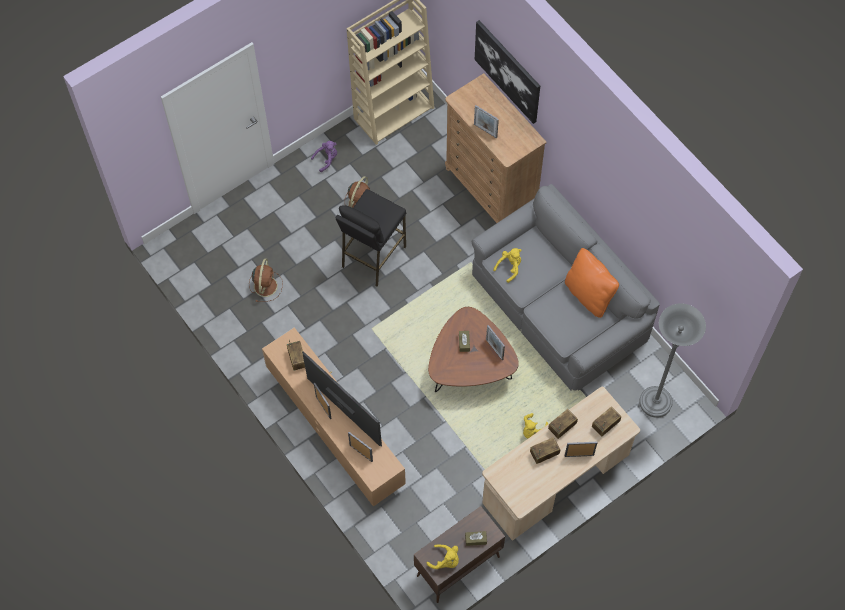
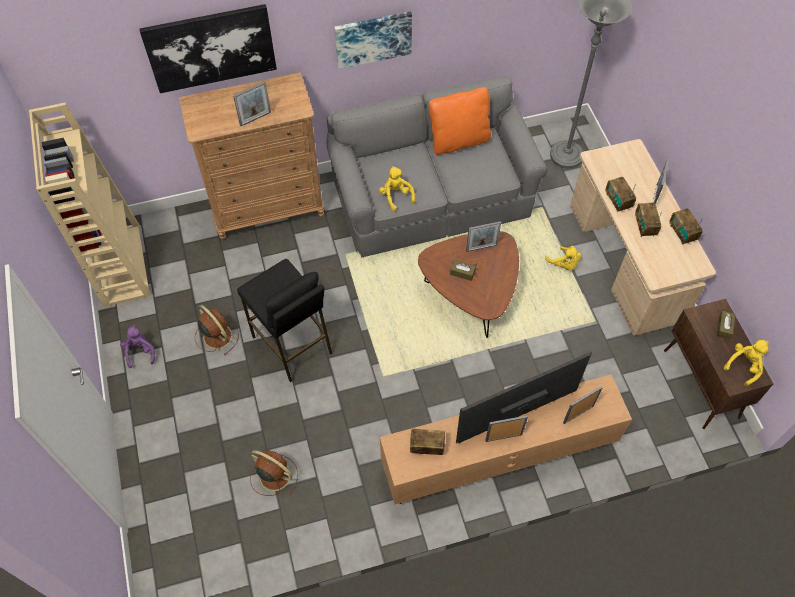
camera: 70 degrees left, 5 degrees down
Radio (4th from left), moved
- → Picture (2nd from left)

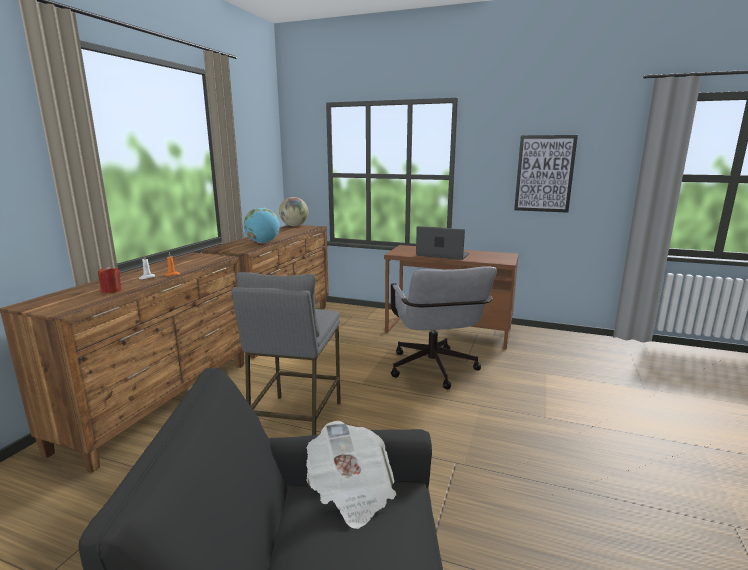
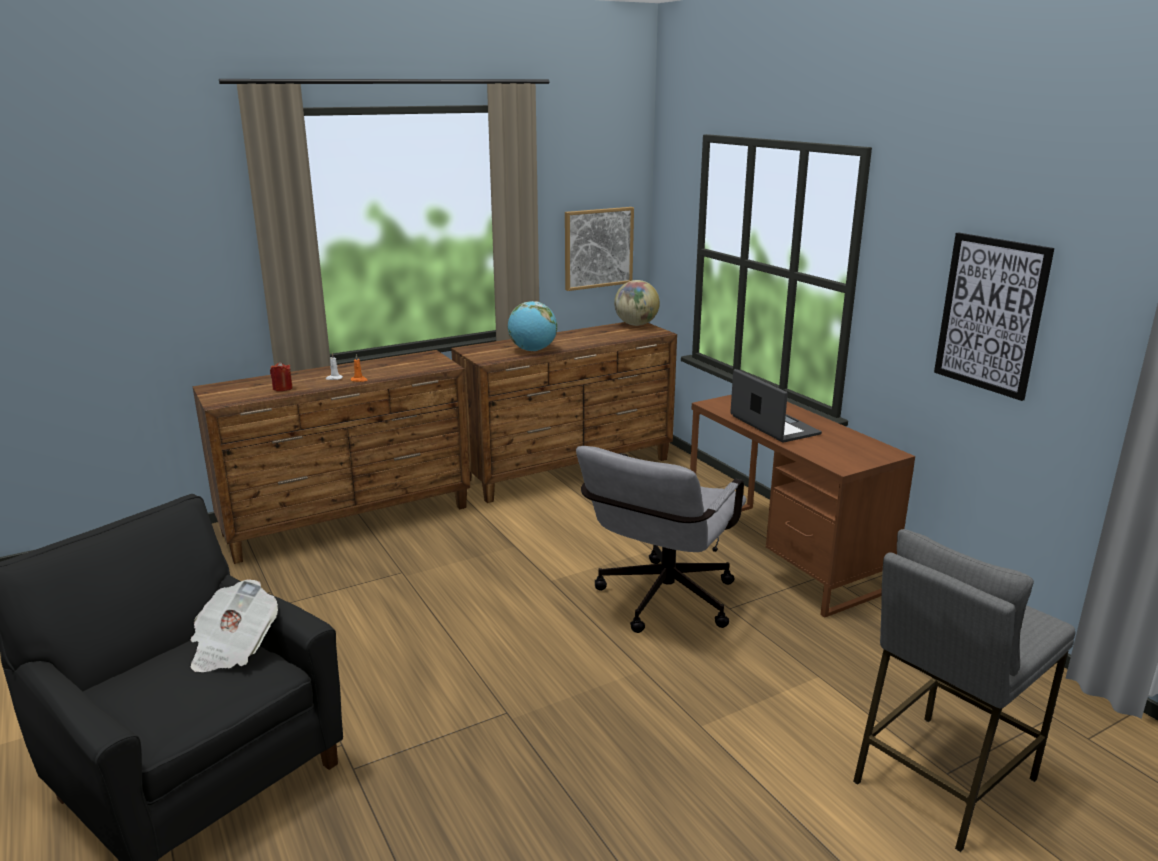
camera: 40 degrees right, 5 degrees up
GreyStool, moved
- → Picture (1st from left)

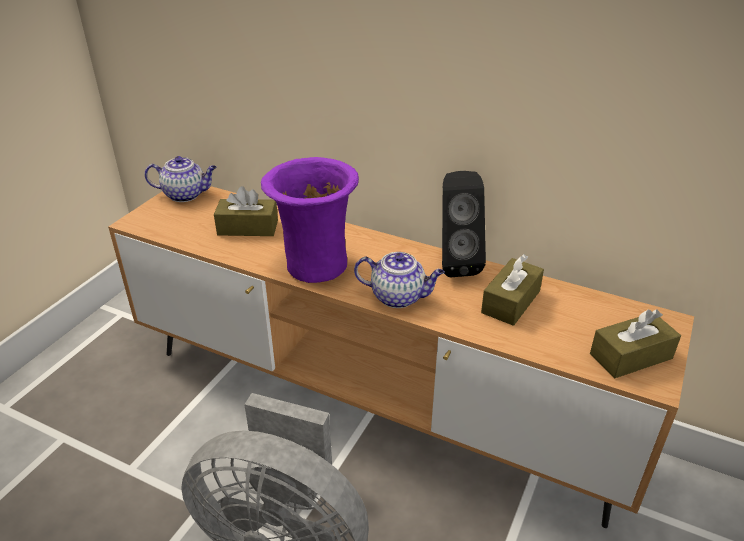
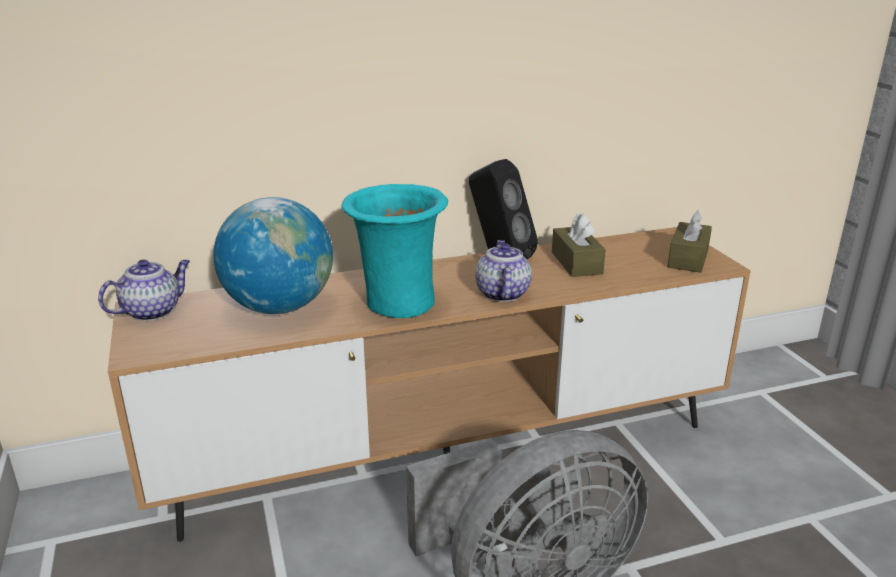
camera: 45 degrees left, 10 degrees down
PurpleVase → TurquoiseVase
BrownTissueBox (1st from left) → Globe
Teapot (2nd from left), 60 degrees counterclockwise

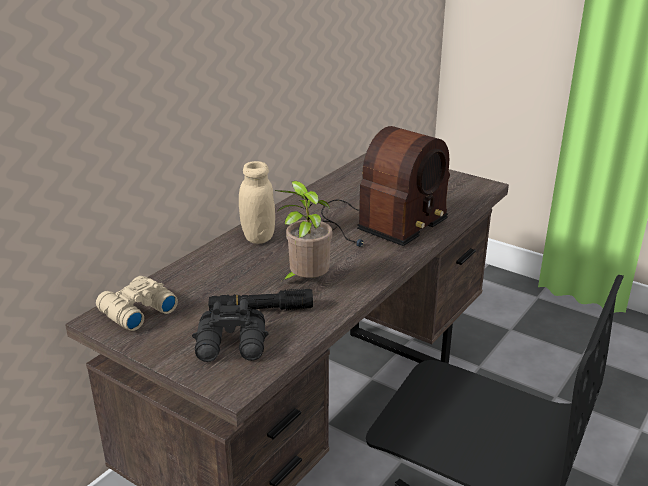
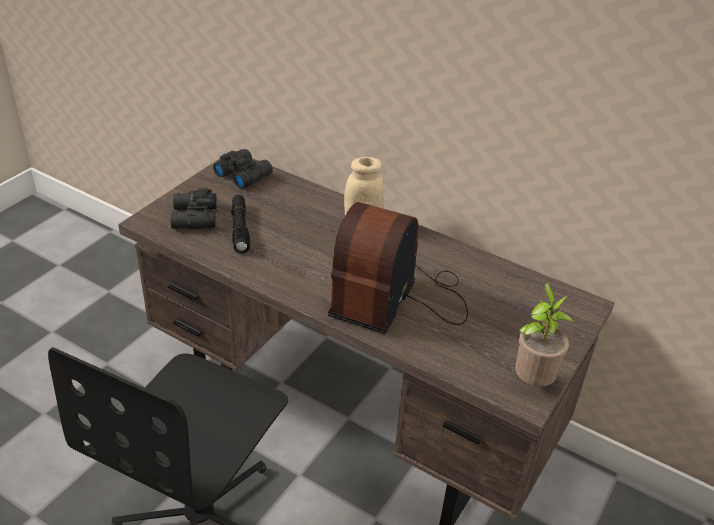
camera: 85 degrees right, 10 degrees up
Radio, 75 degrees clockwise
PottedPlant, moved
BeigeBinoculars → BlackBinoculars (2nd from left)

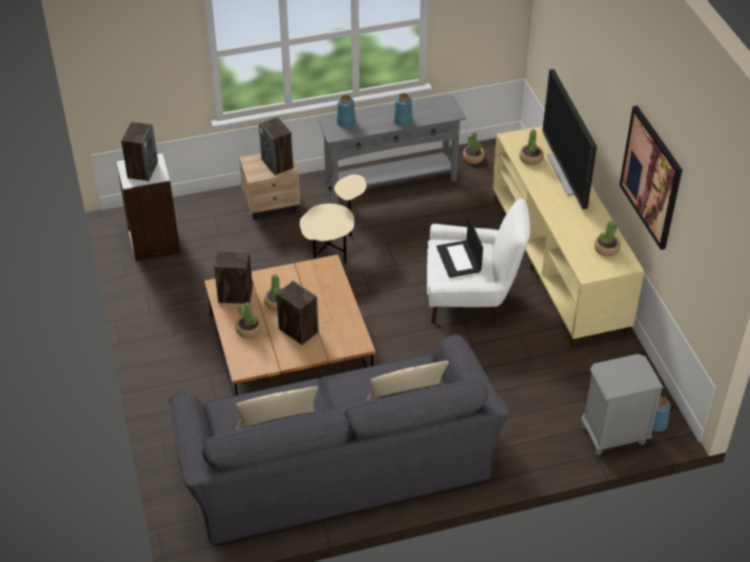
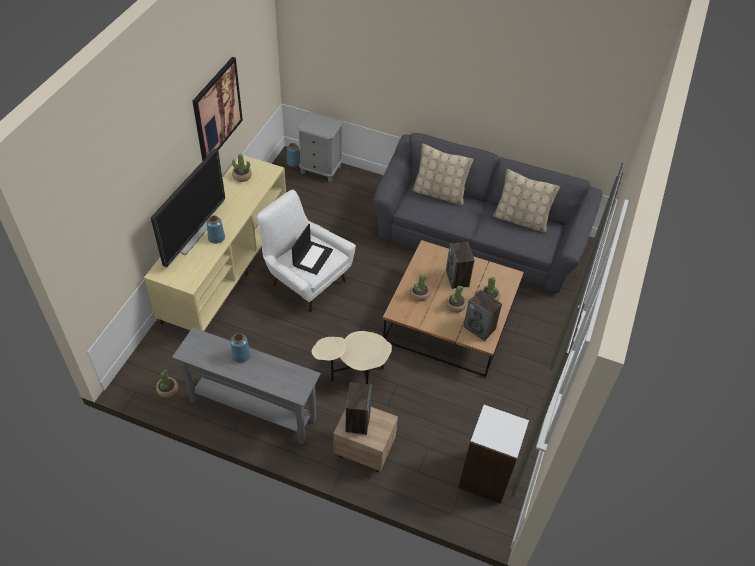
camera: 145 degrees left, 5 degrees up
BlueVase (1st from left), moved
Speaker (1st from left) → -
PottedPlant (4th from left in the first image) → PottedPlant (3rd from left), moved

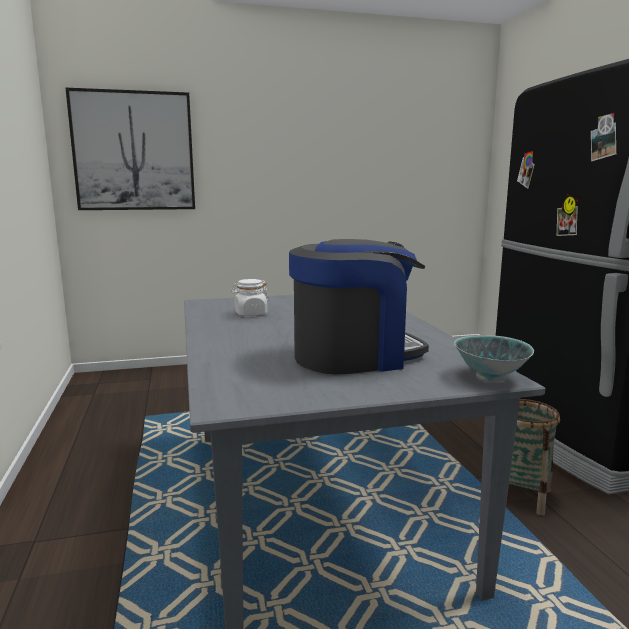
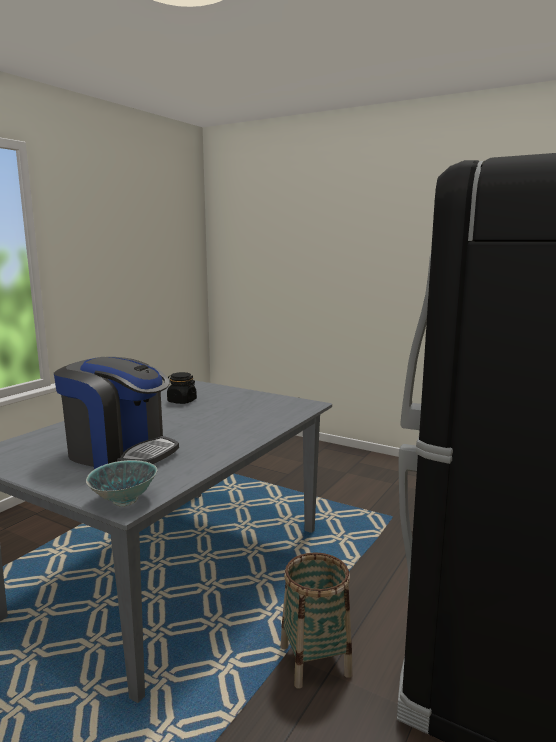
camera: 45 degrees right, 0 degrees up
Picture → -
WhiteJar → BlackJar

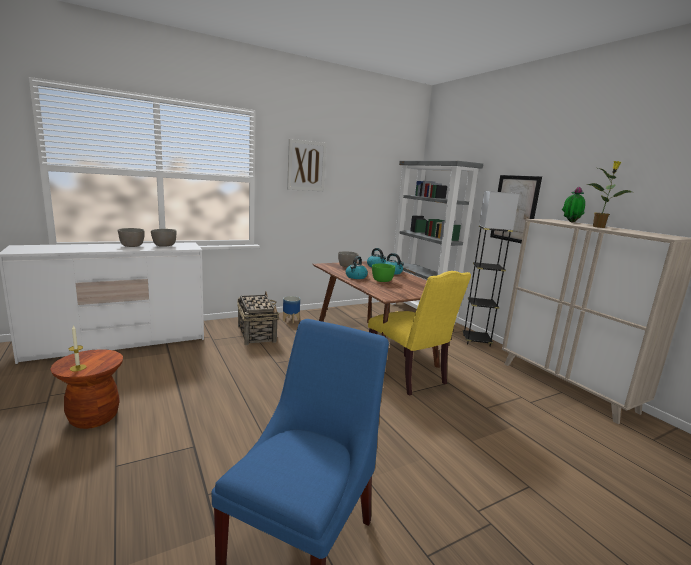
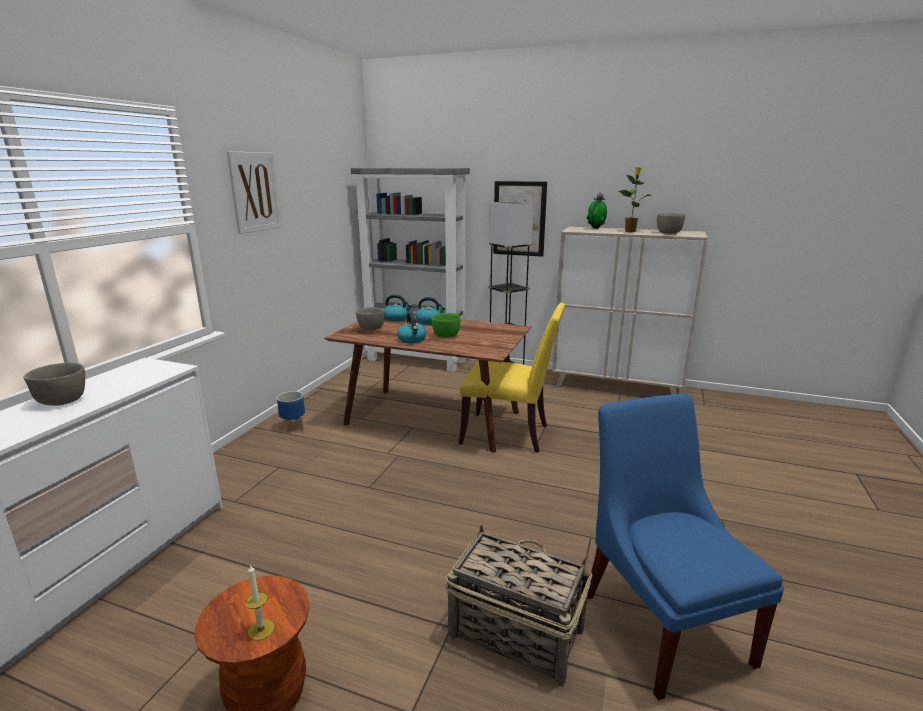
camera: 40 degrees left, 5 degrees up
GreyBowl (2nd from left in the first image) → GreyBowl (3rd from left), moved
Basket, moved

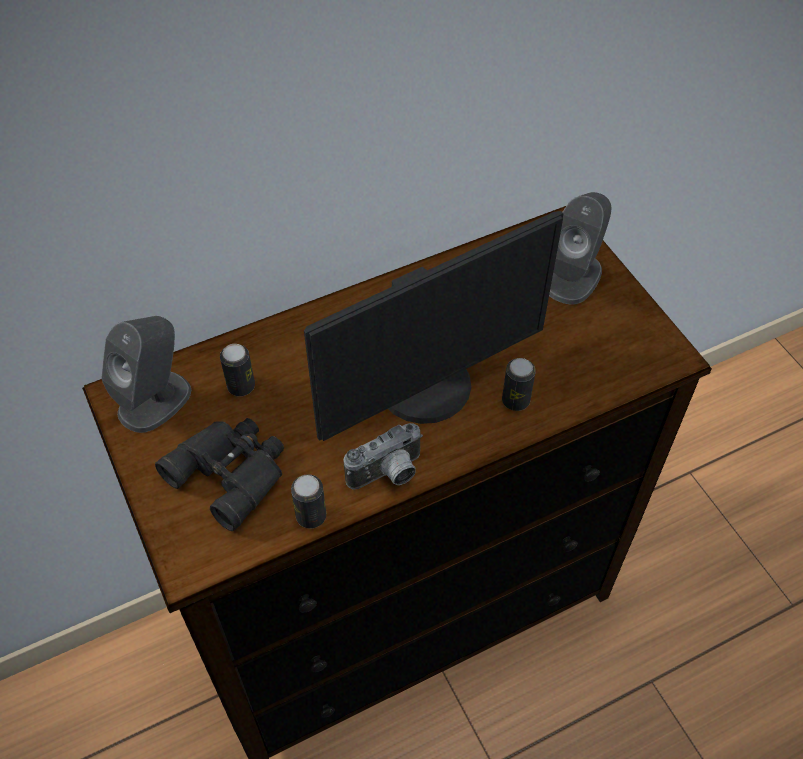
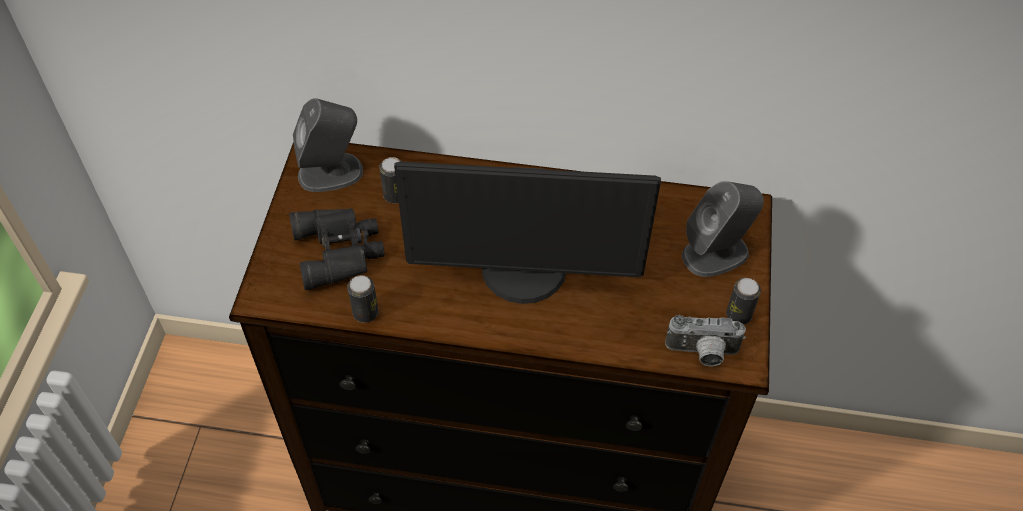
camera: 35 degrees right, 0 degrees up
Can (3rd from left), moved
PhotoCamera, moved

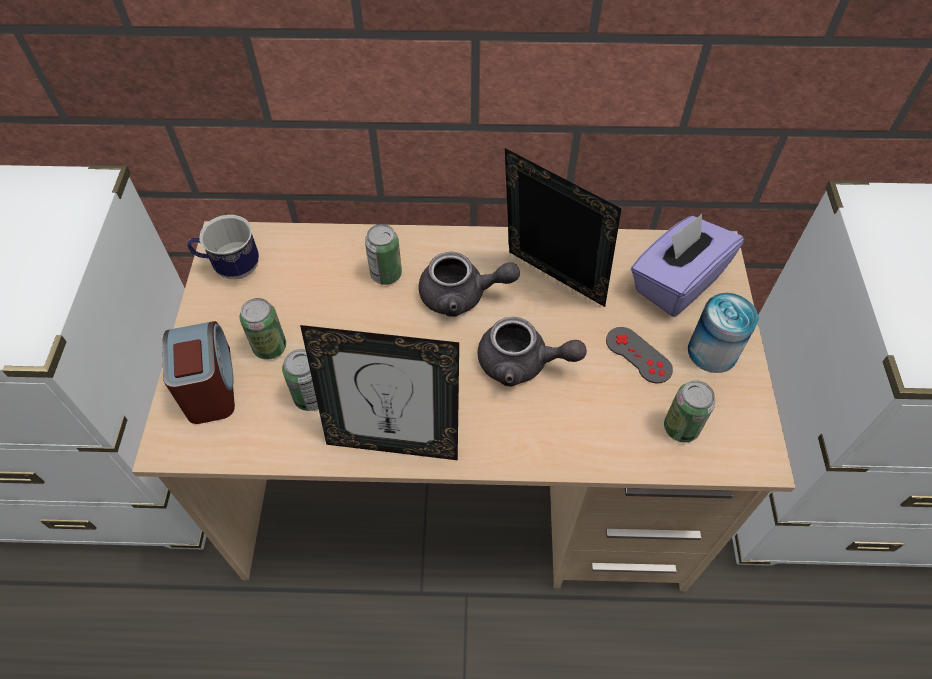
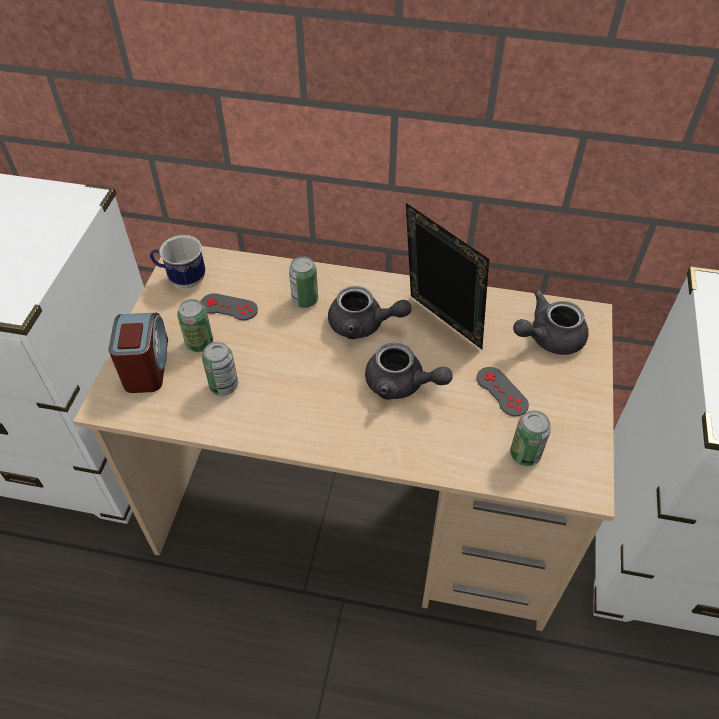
camera: 10 degrees right, 5 degrees down
PurpleTissueBox → GreyTeapot (3rd from left)
Can (5th from left) → -
PictureFrame (1st from left) → -
- → GreyGameController (1st from left)

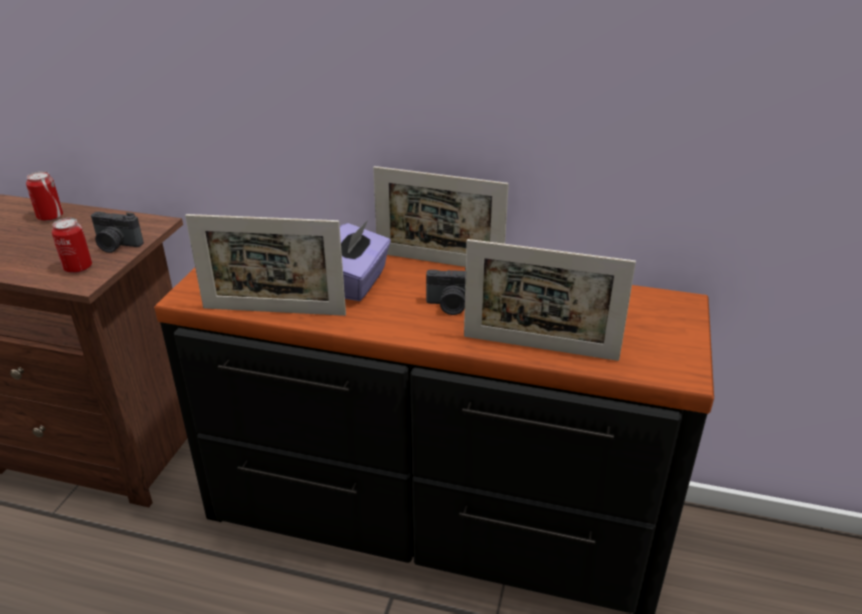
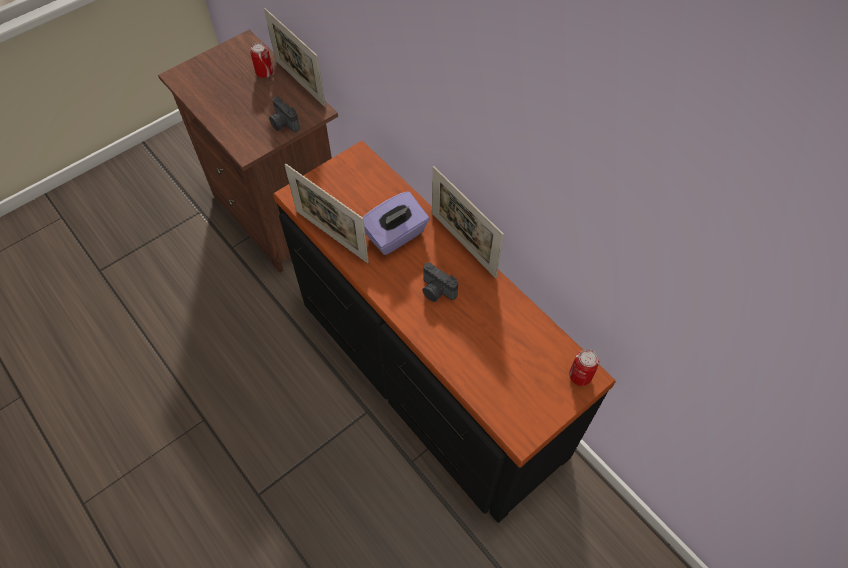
camera: 35 degrees right, 25 degrees up
Can (2nd from left), moved
PictureFrame (3rd from left in the first image) → PictureFrame (1st from left), moved

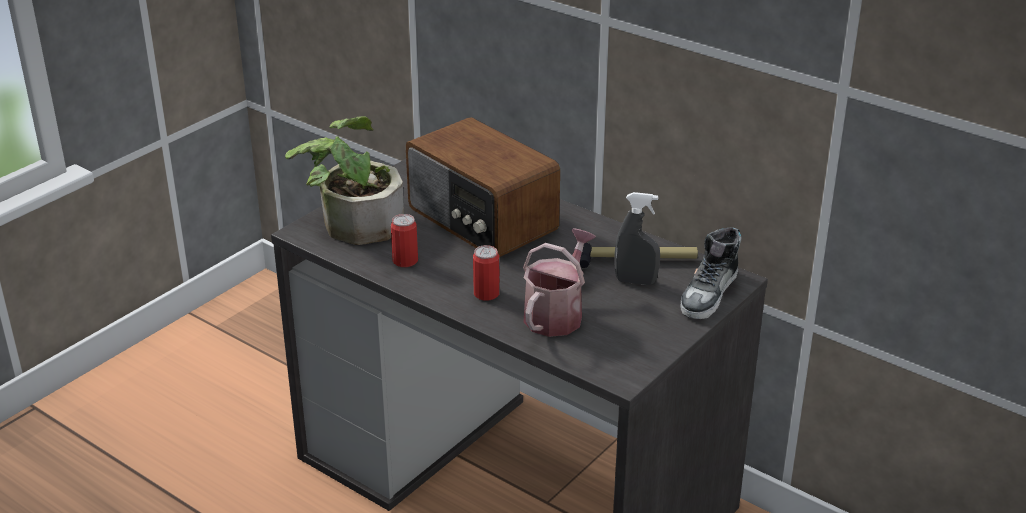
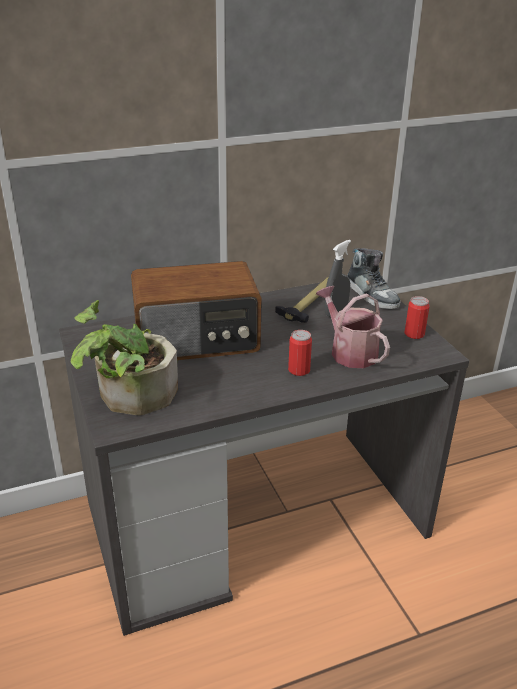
camera: 60 degrees left, 0 degrees up
Can (1st from left in the first image) → Can (2nd from left), moved

